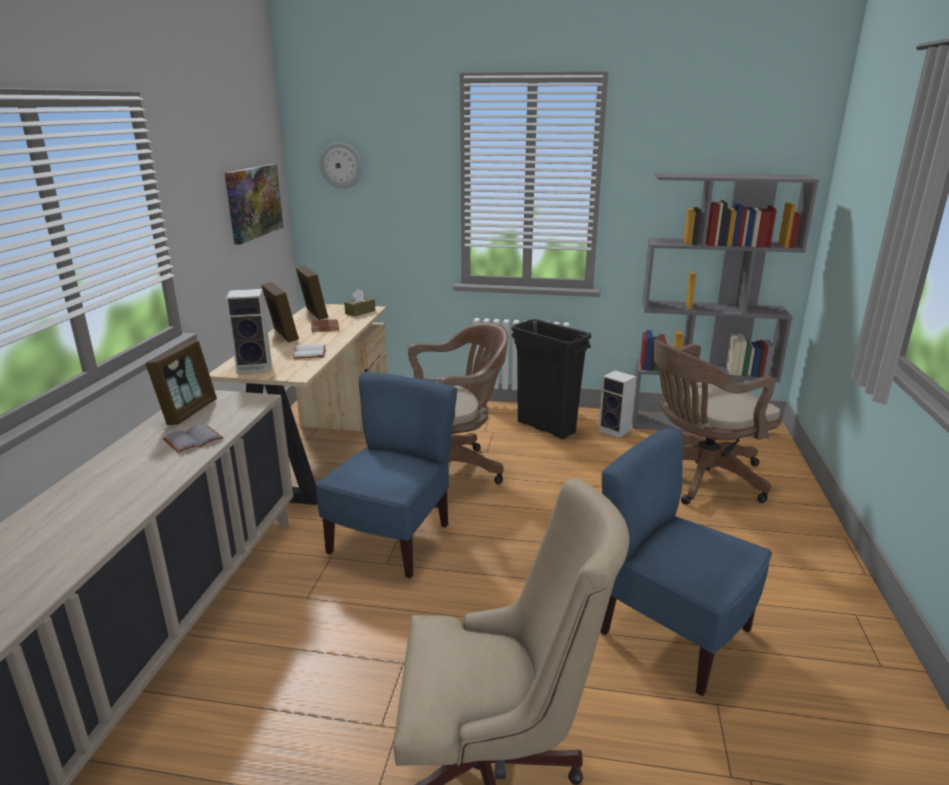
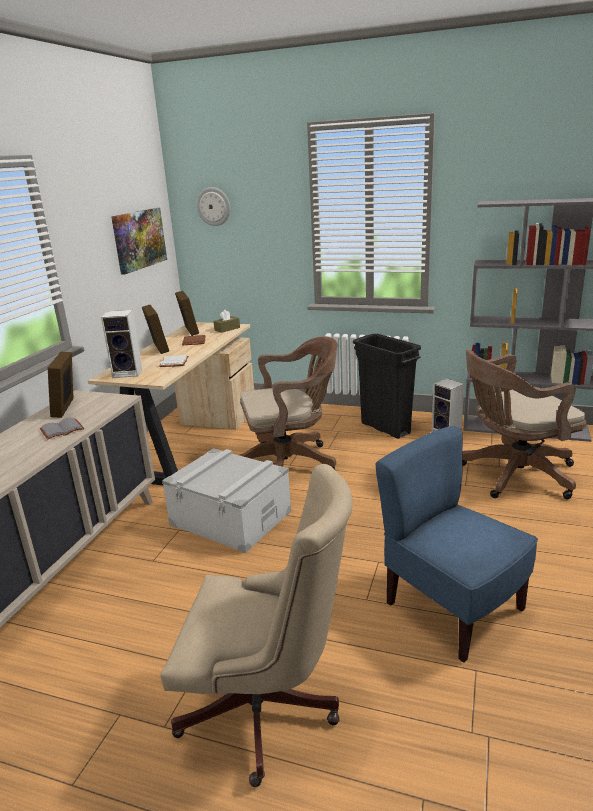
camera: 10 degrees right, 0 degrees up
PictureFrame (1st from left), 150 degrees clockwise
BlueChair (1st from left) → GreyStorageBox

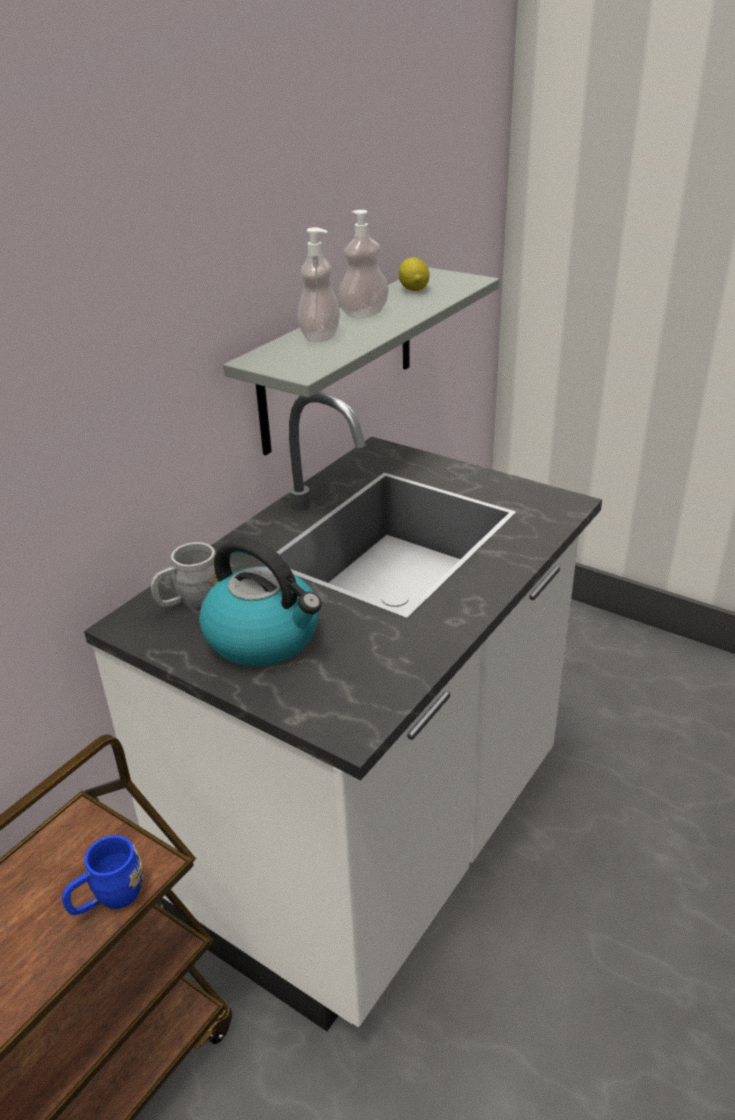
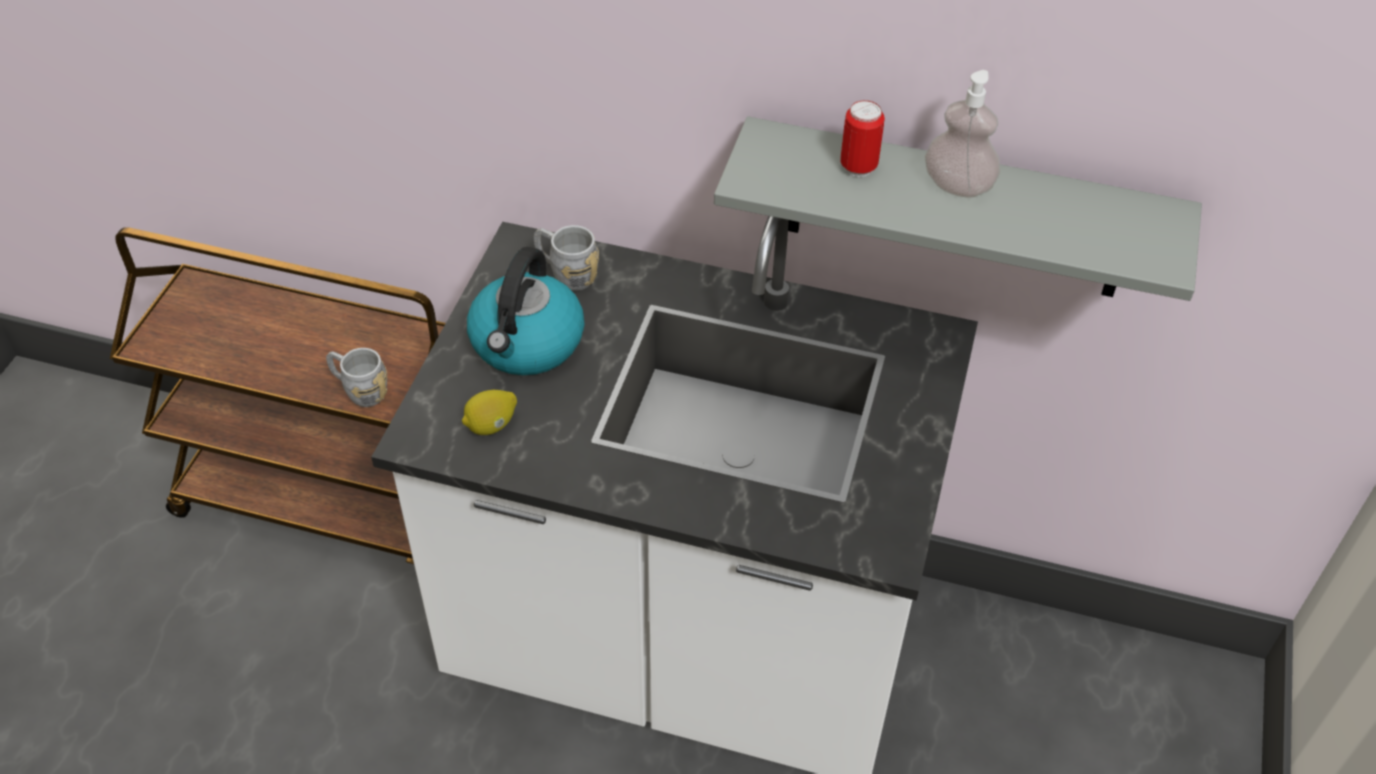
camera: 70 degrees right, 15 degrees up
SoapDispenser (1st from left) → Can
Lemon, moved
BlueMug → GreyMug (1st from left)

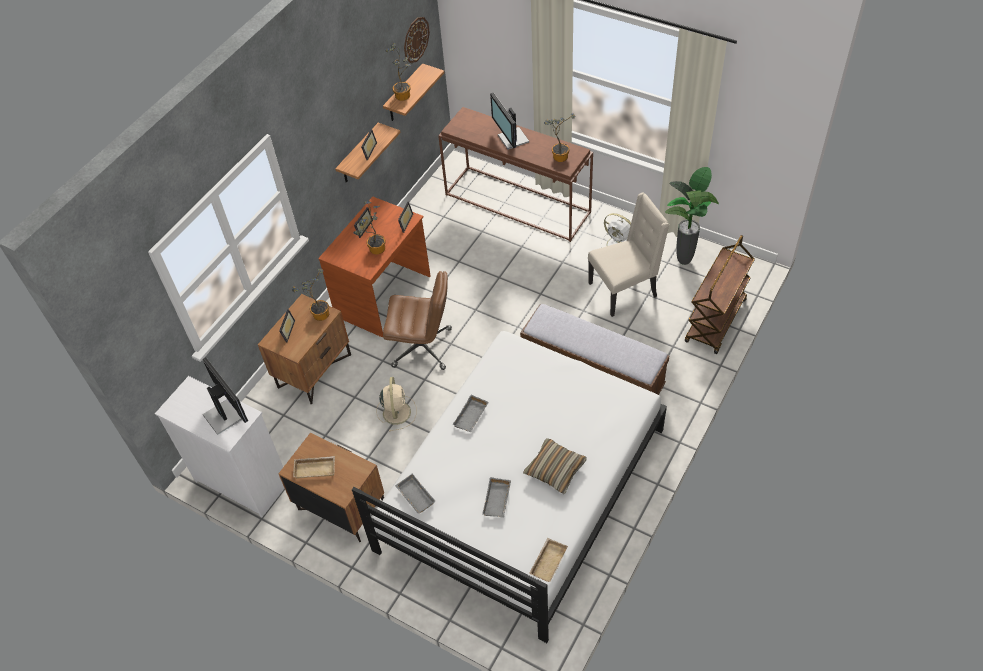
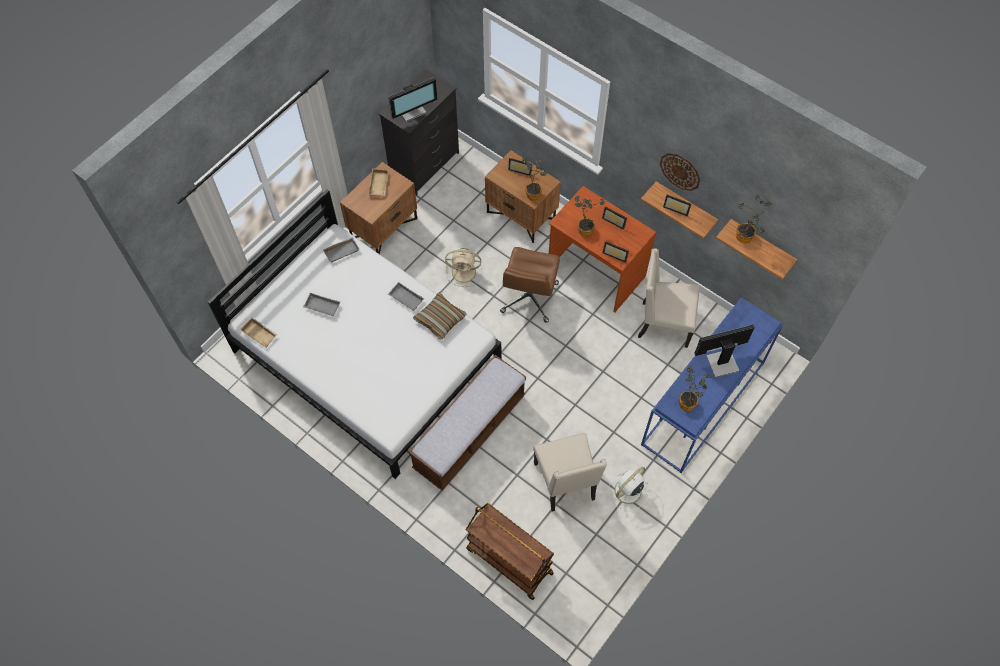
camera: 95 degrees right, 10 degrees up
WallClock, moved
BrownConsoleTable → BlueConsoleTable
PottedPlant (5th from left) → -
WhiteDresser → BlackDresser
Pillow, moved
- → BeigeChair (2nd from left)

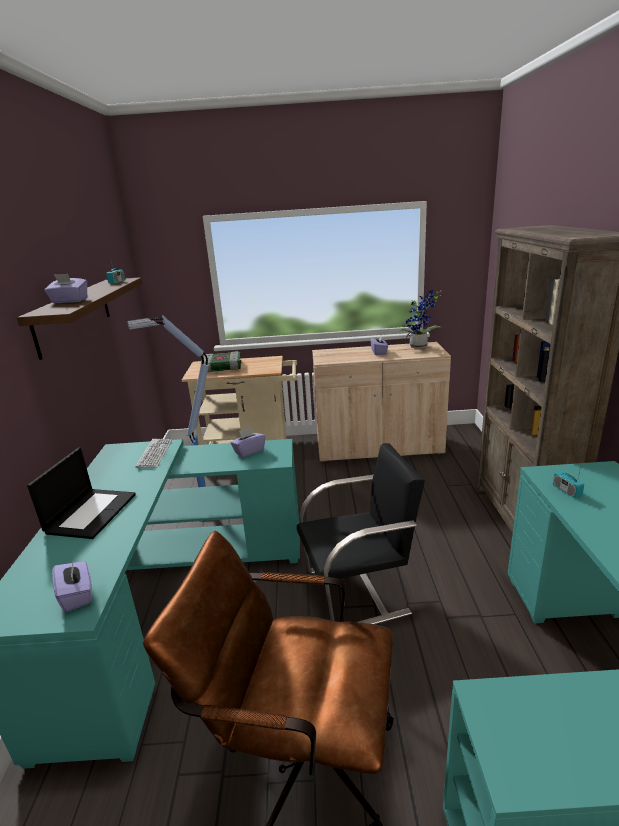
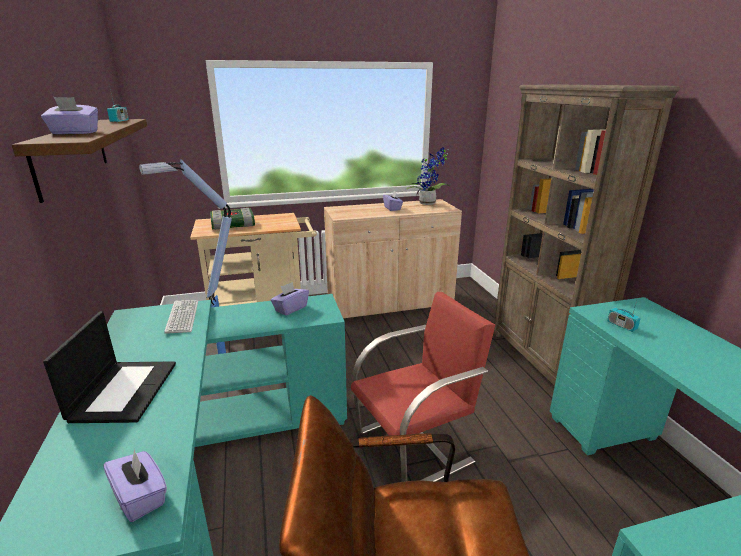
camera: 15 degrees left, 0 degrees up
BlackChair → RedChair

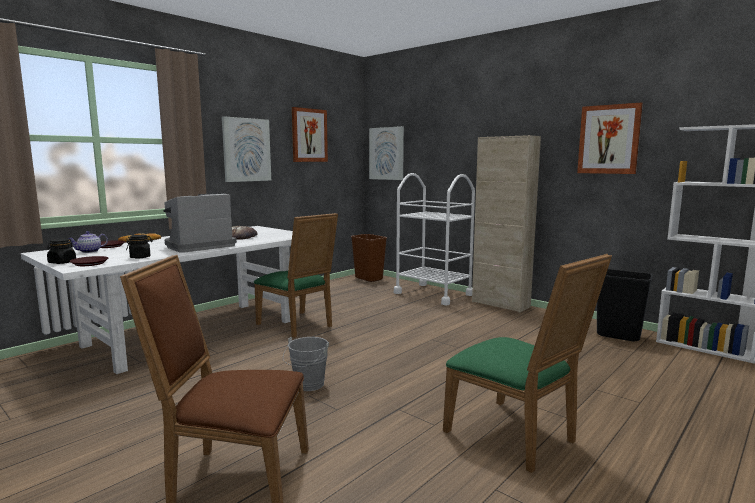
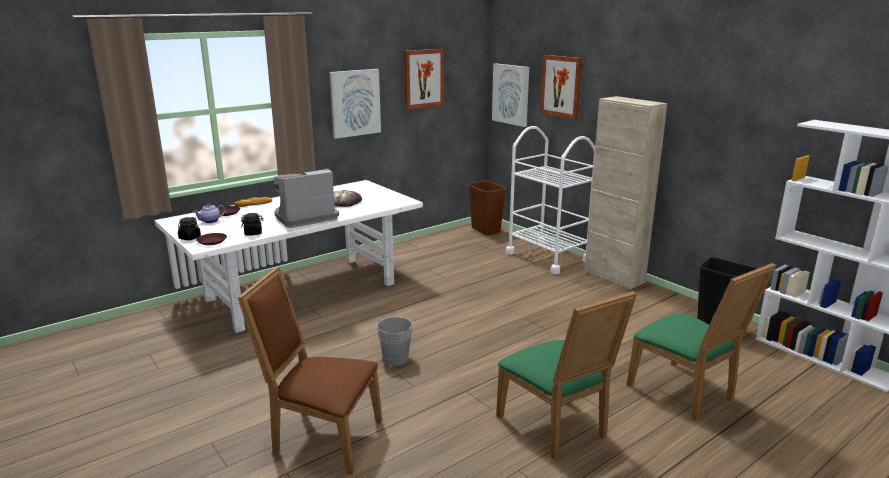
camera: 10 degrees right, 10 degrees up
Picture (4th from left), moved
GreenChair (1st from left in the first image) → GreenChair (2nd from left), moved

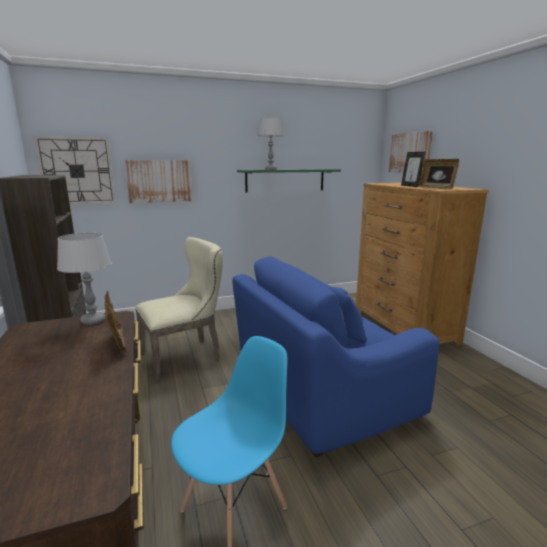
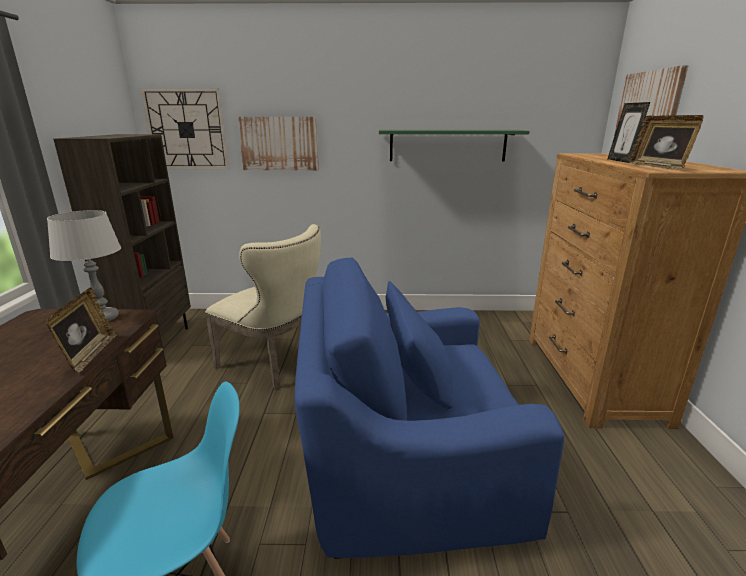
camera: 20 degrees right, 5 degrees up
GreyTableLamp (2nd from left) → -
BeigeChair, 45 degrees clockwise

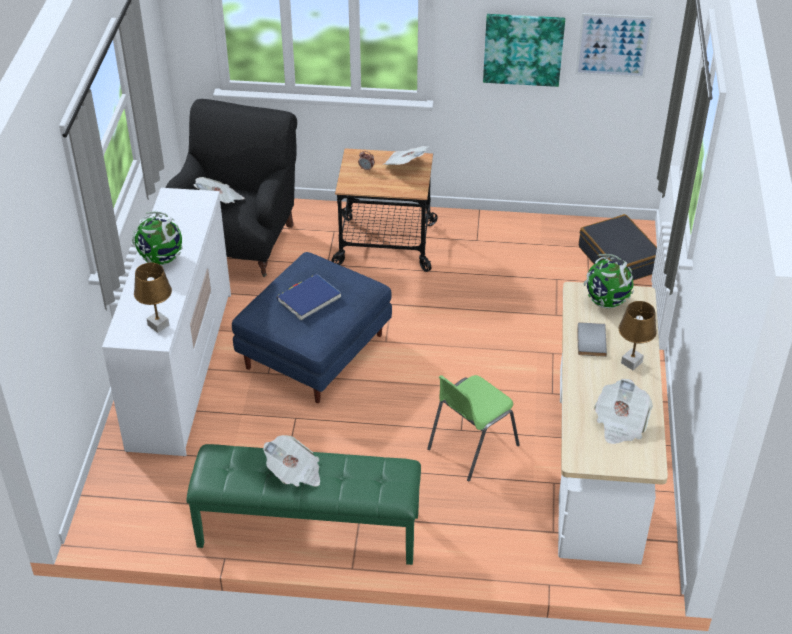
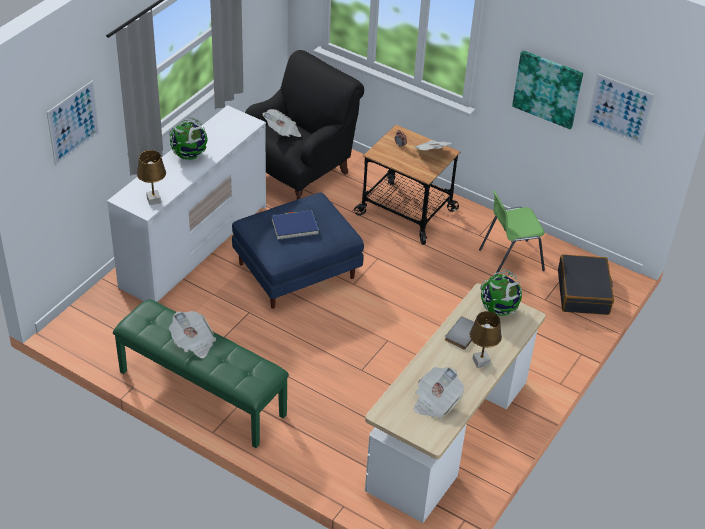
camera: 25 degrees right, 0 degrees up
GreenChair, moved
- → Picture (1st from left)

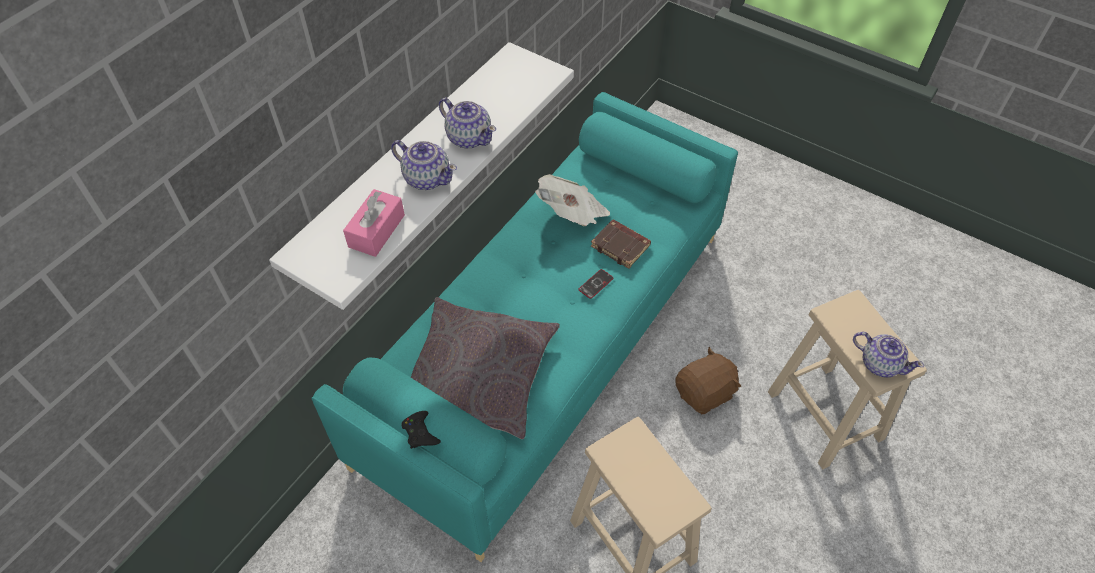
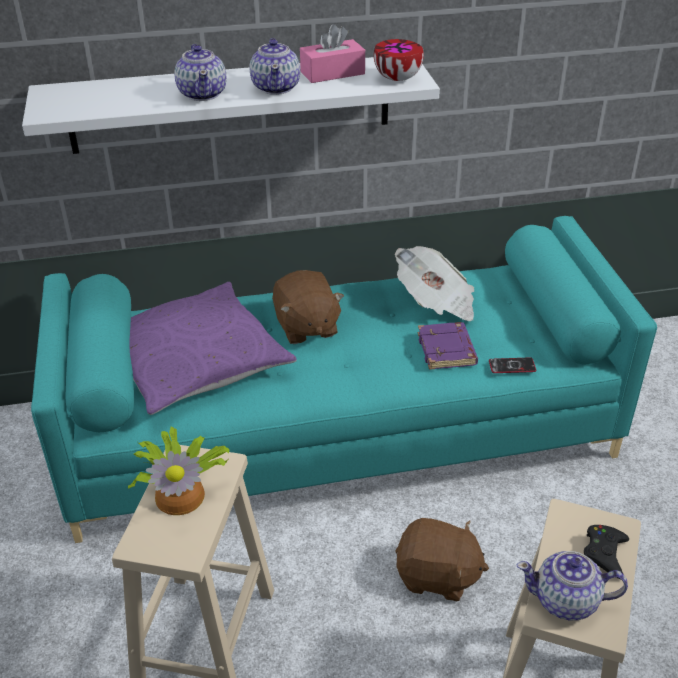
camera: 45 degrees right, 15 degrees down
PinkTissueBox, moved
BrownBook → PurpleBook
Phone, moved
GreyPillow → PurplePillow
Teapot (3rd from left), 105 degrees clockwise
BlackGameController, moved
- → Bowl
- → BrownPlushToy (1st from left)
- → PottedPlant

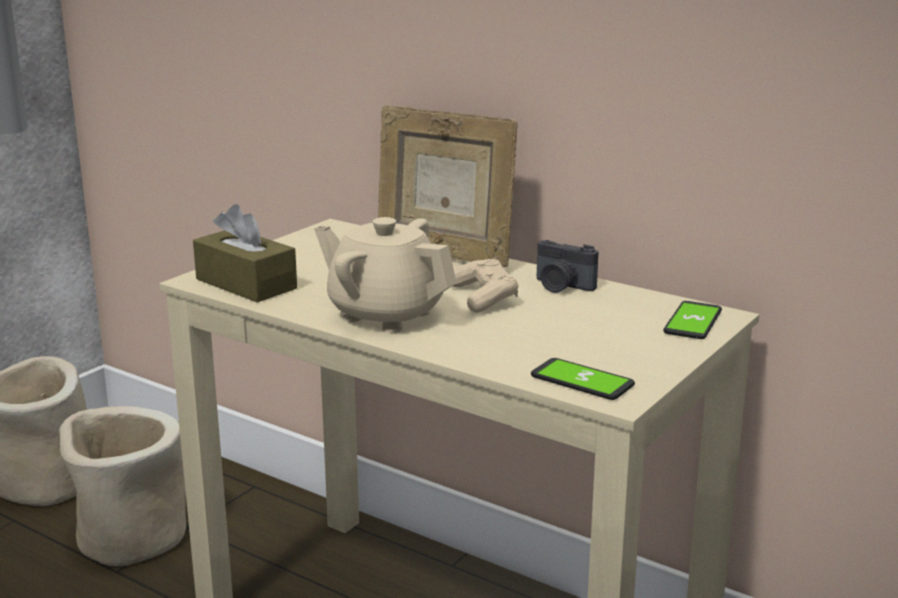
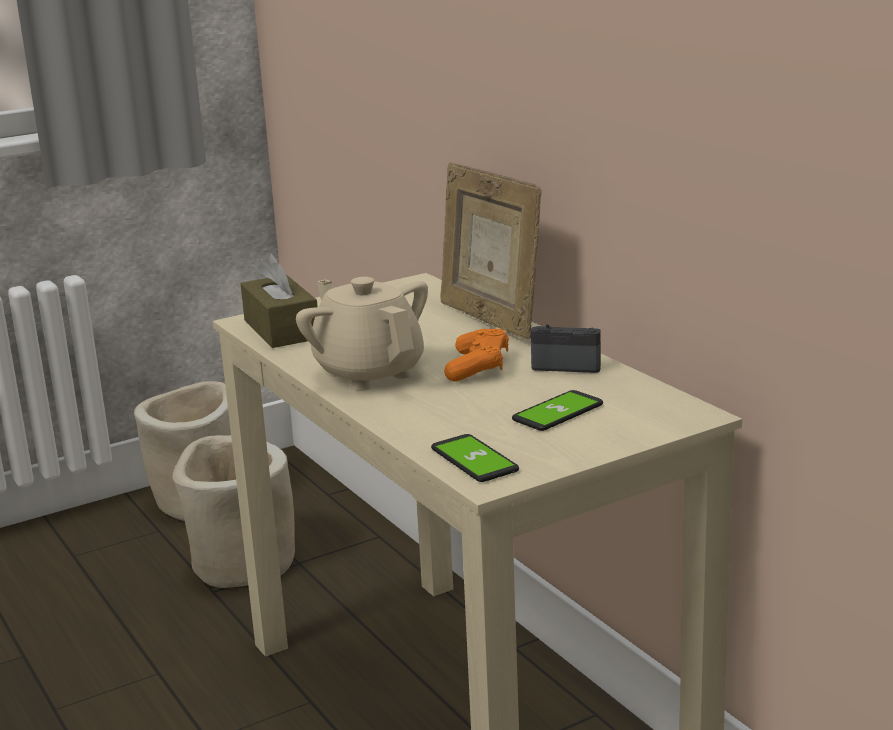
camera: 25 degrees right, 0 degrees up
PhotoCamera, 135 degrees clockwise
BeigeGameController → OrangeGameController
Phone (2nd from left), moved

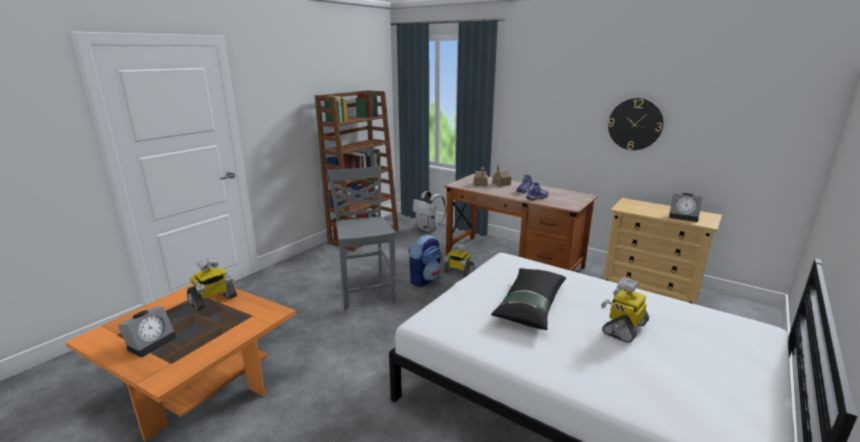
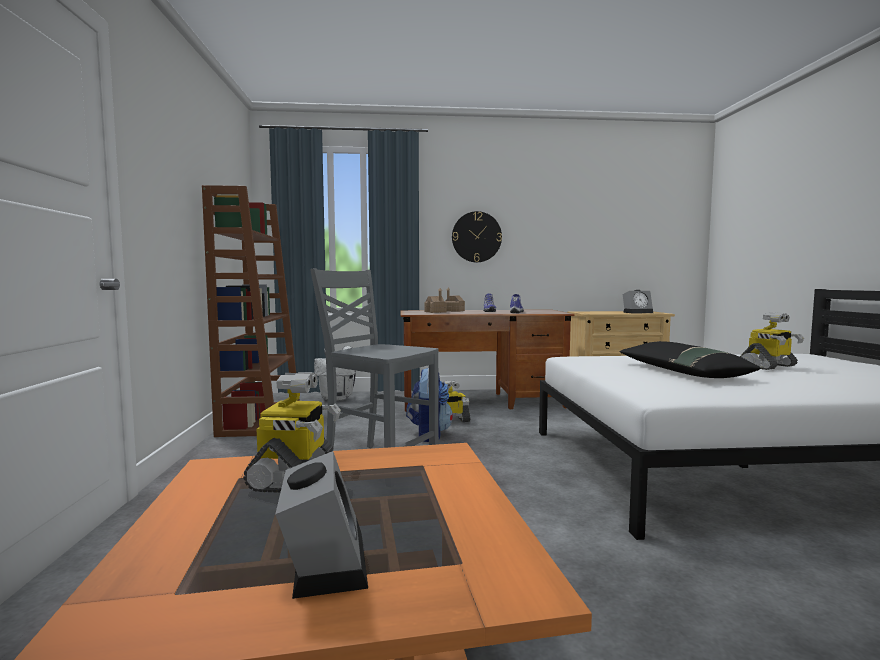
camera: 40 degrees left, 15 degrees down
WallClock, moved
ToyRobot (3rd from left), 120 degrees counterclockwise

